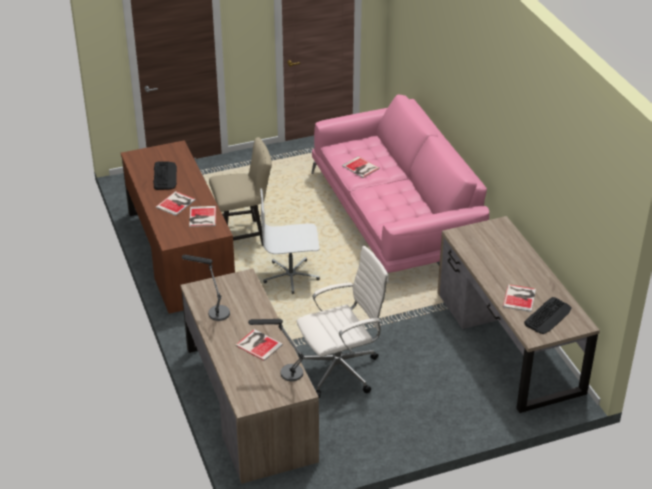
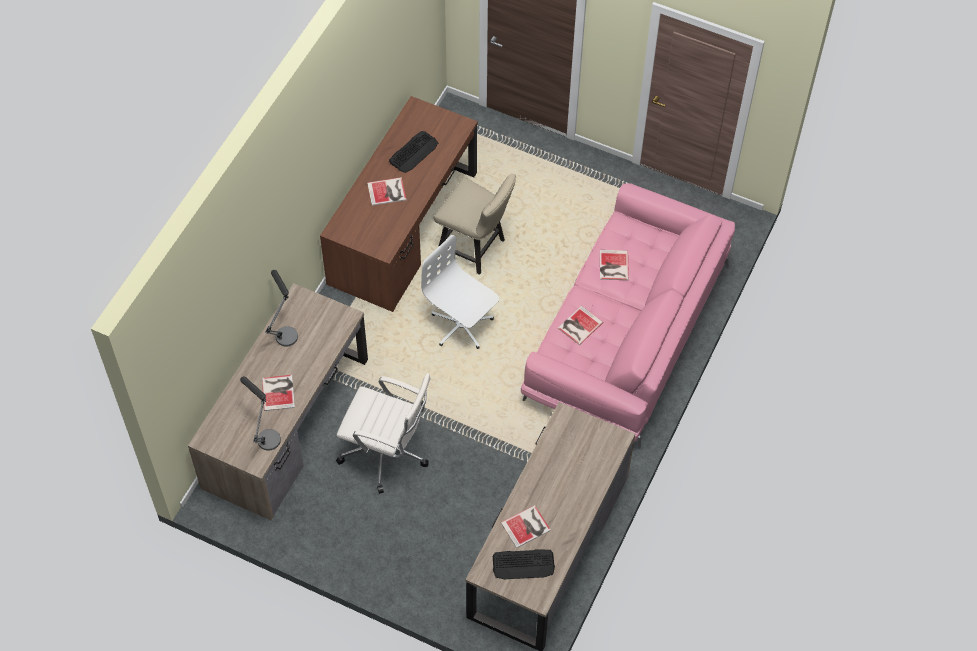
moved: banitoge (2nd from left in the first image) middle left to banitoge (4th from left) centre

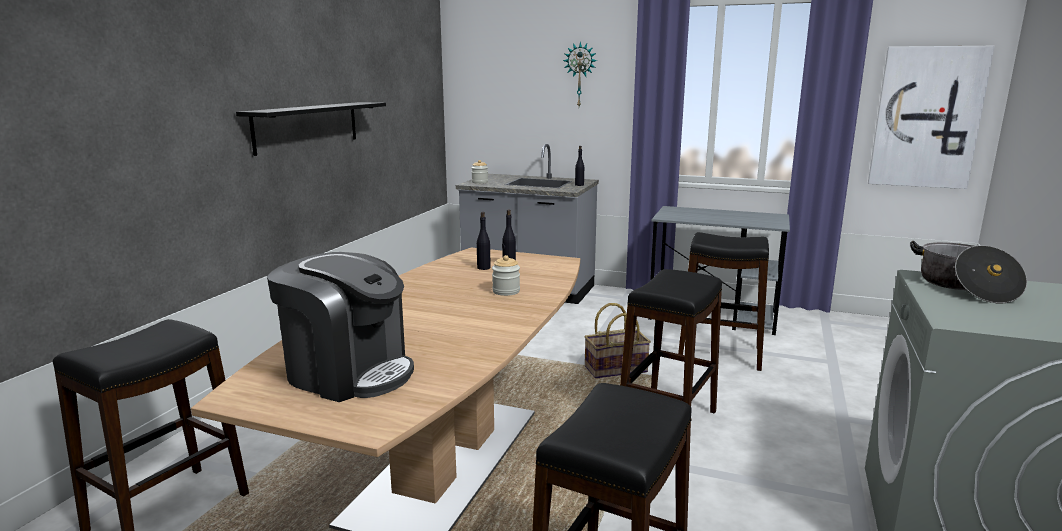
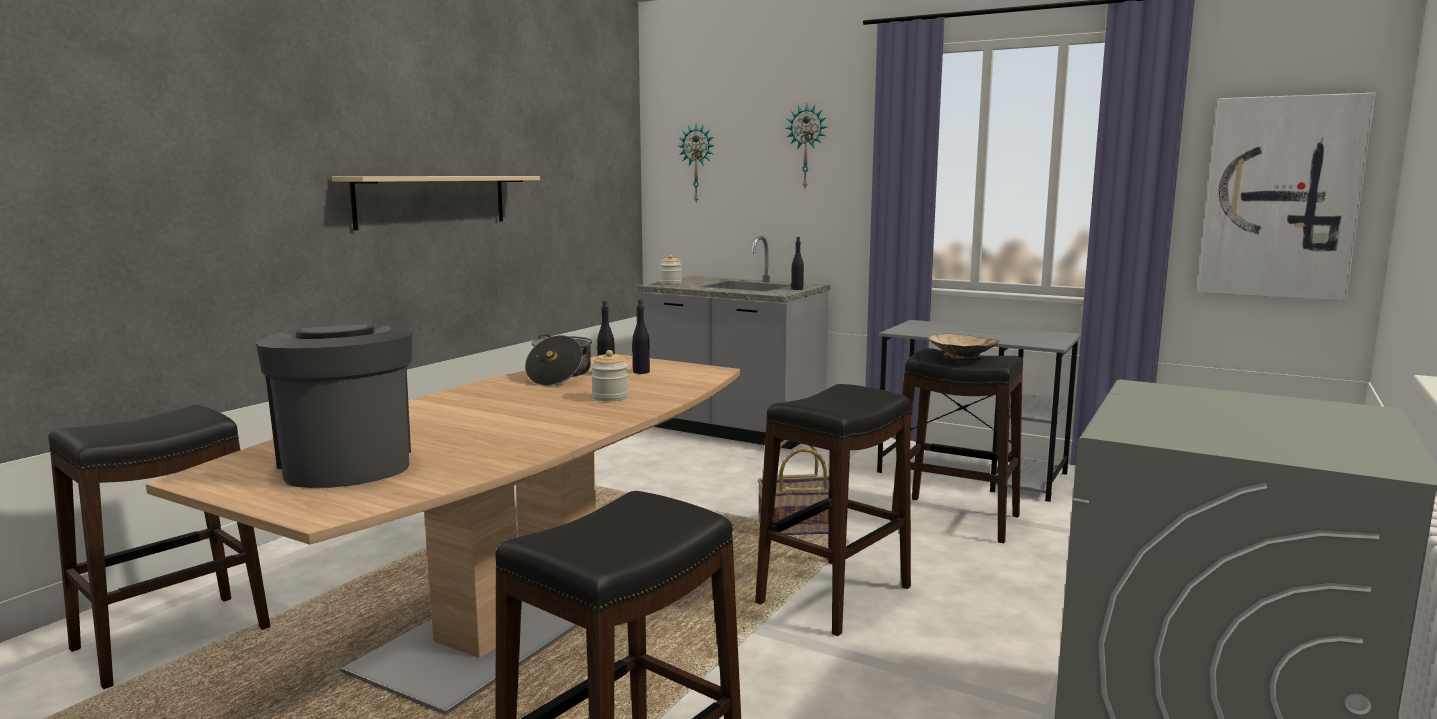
added: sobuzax (1st from left) top centre; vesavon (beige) middle right
moved: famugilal middle right to centre
recoloured: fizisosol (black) top left to fizisosol (beige) top left
turned: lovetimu middle left = middle left 150 degrees counterclockwise

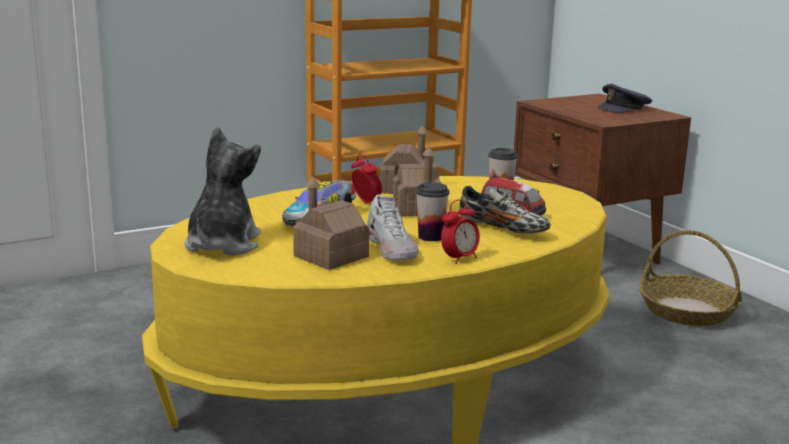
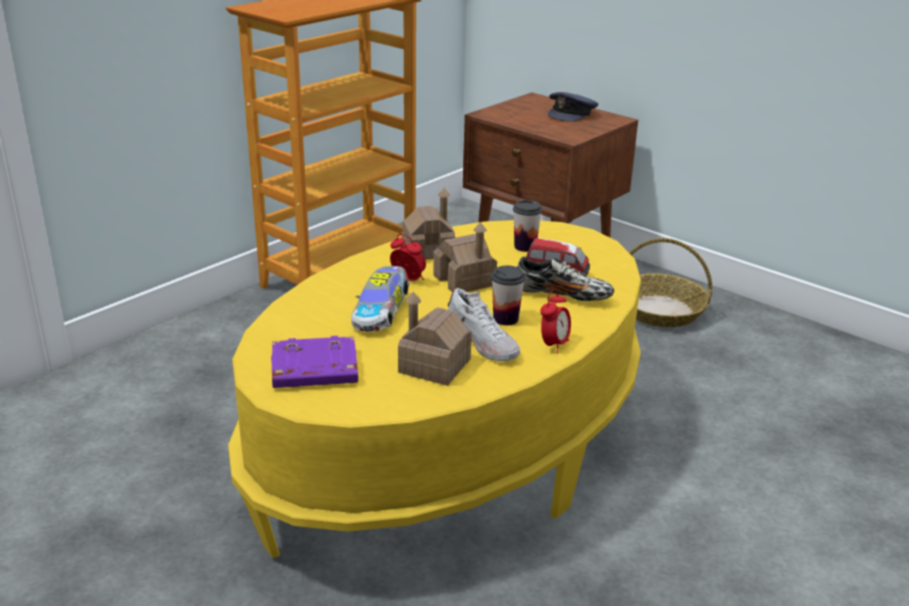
replaced: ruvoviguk middle left to banitoge (purple) centre

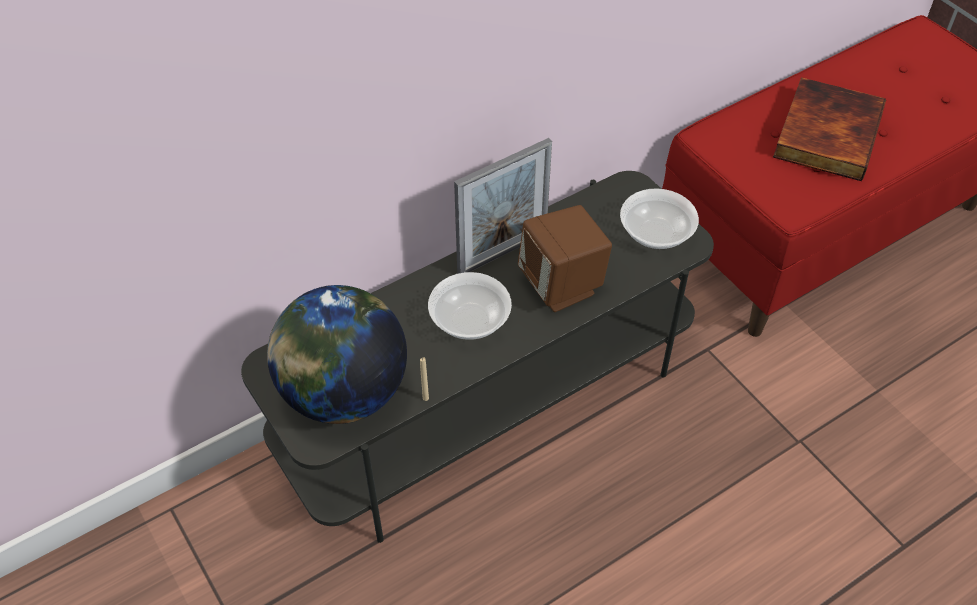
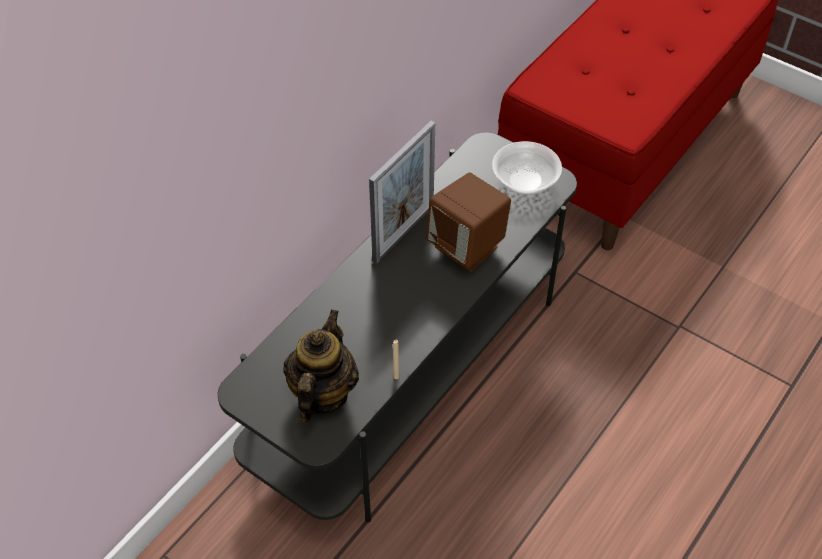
removed: vesavon (1st from left) centre; banitoge top right
replaced: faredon centre to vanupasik centre

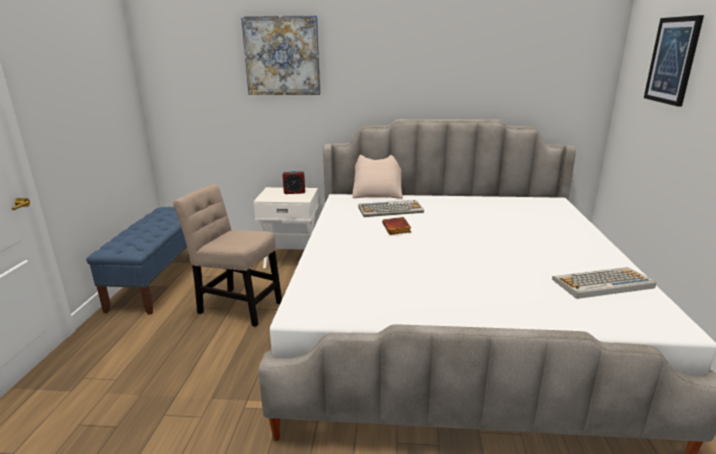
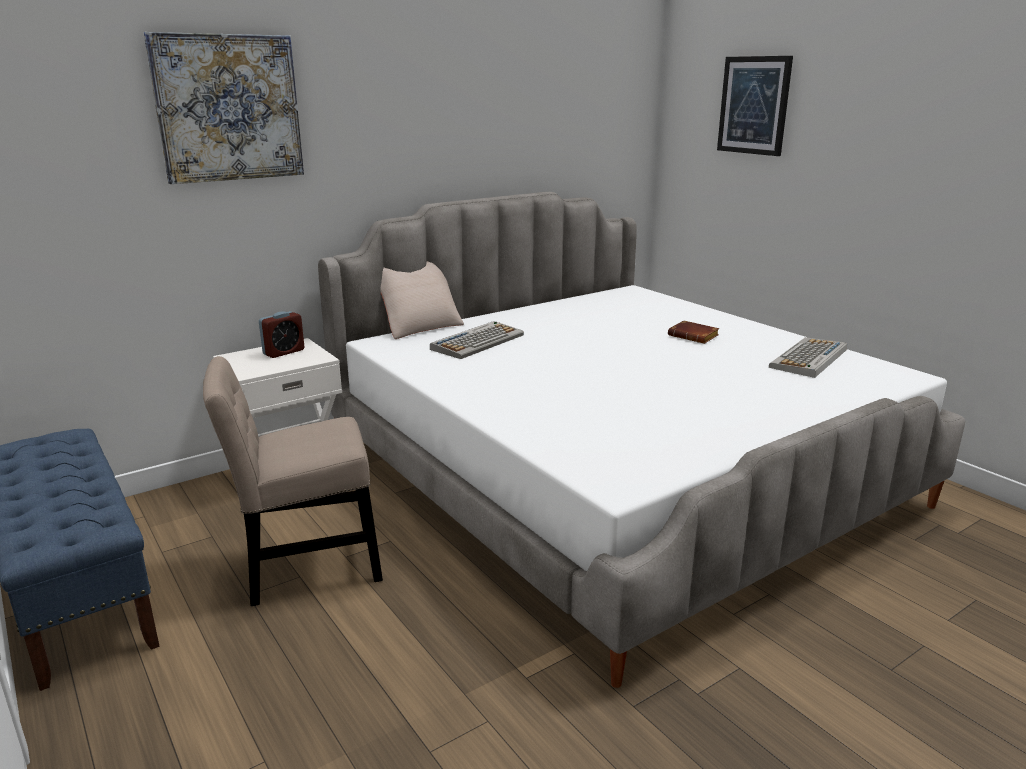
moved: banitoge (brown) centre to middle right

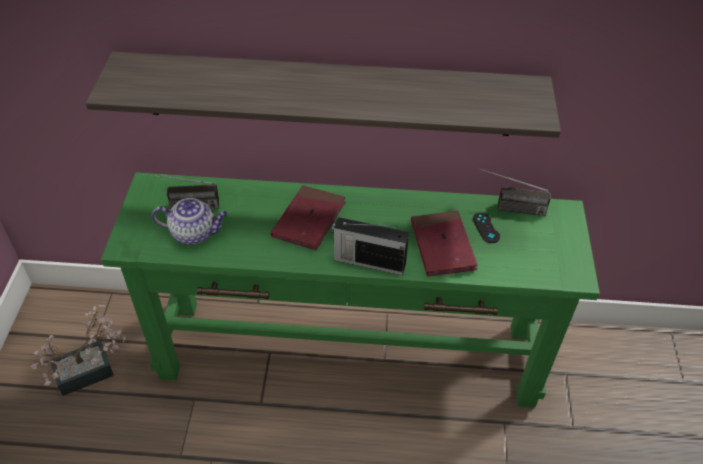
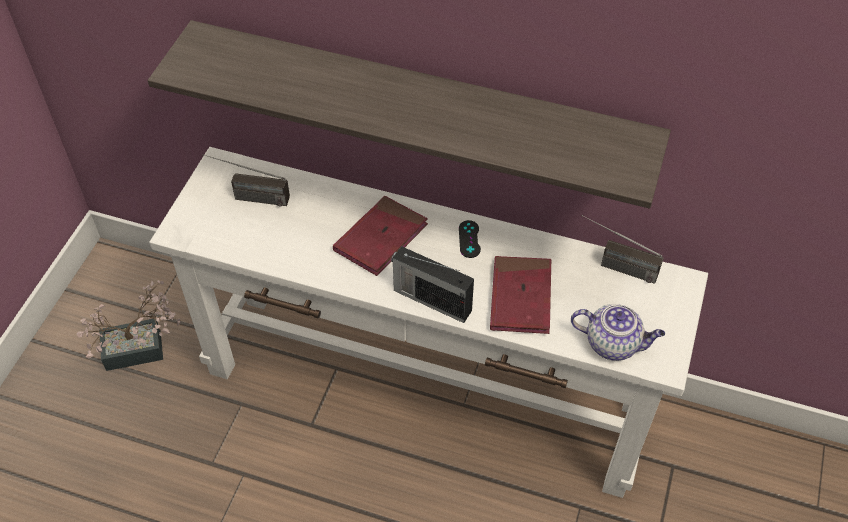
moved: vanupasik middle left to middle right; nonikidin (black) middle right to centre
recoloured: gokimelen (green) centre to gokimelen (white) centre

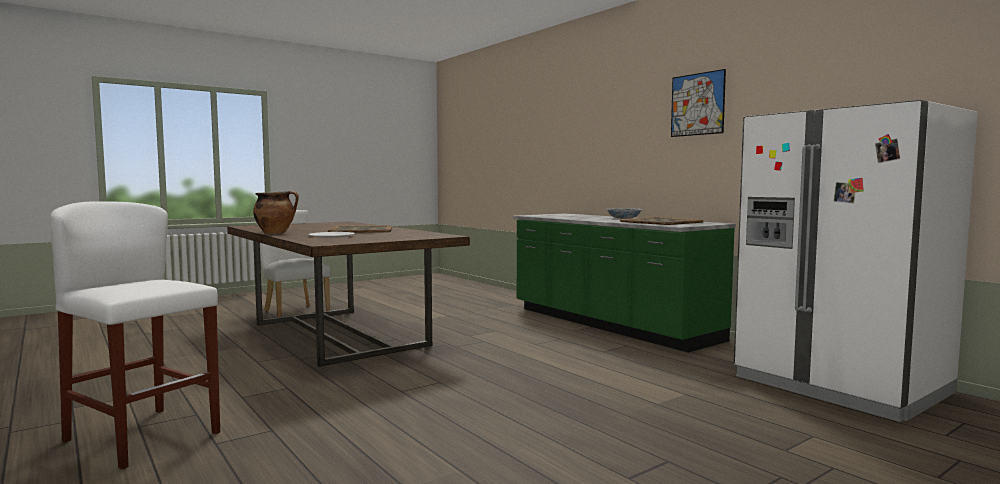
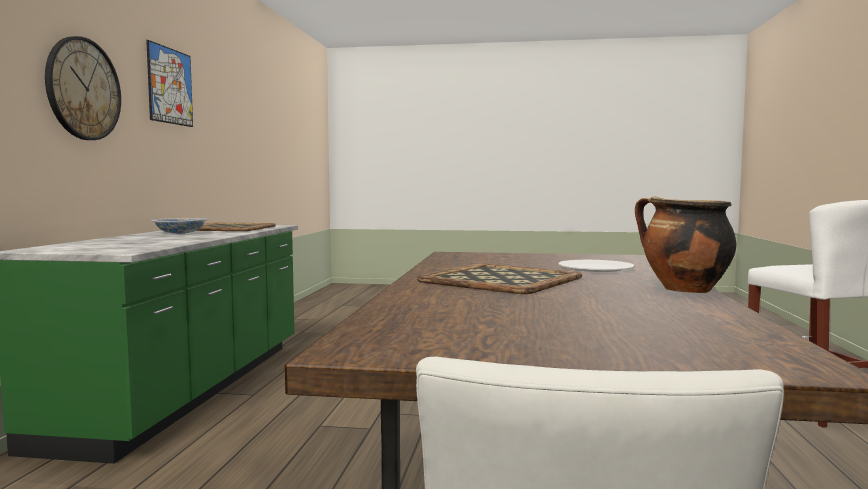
removed: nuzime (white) middle right
added: sobuzax top left

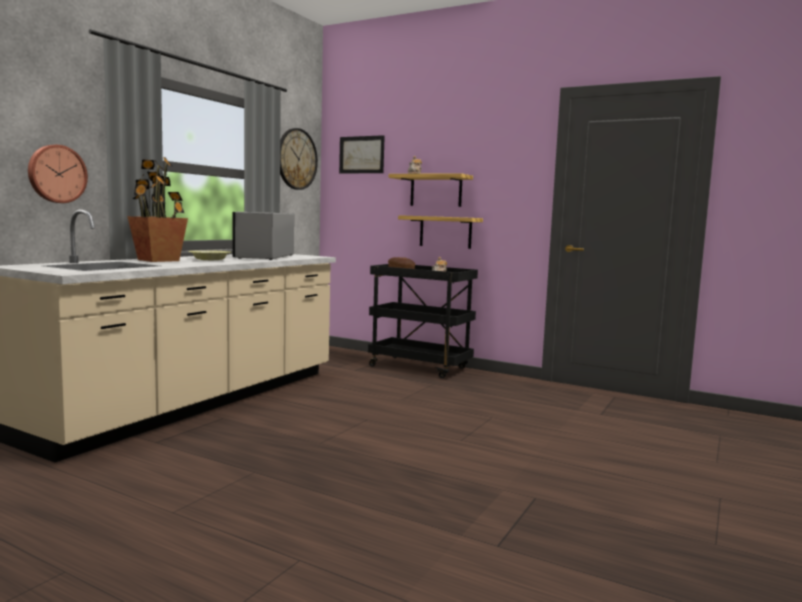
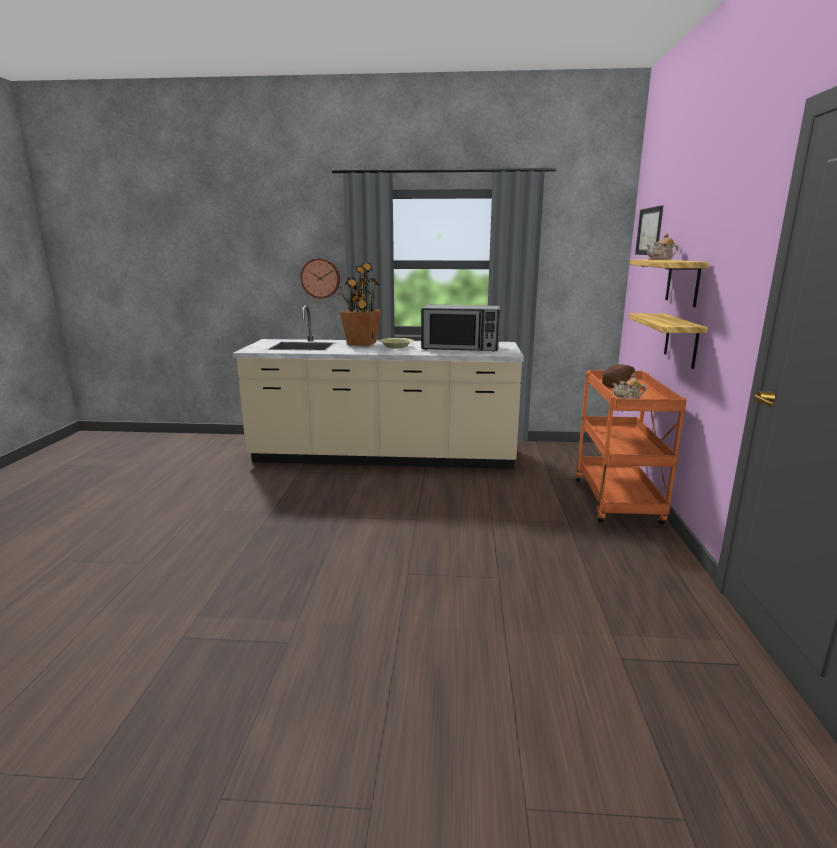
removed: sobuzax (2nd from left) top centre
recoloured: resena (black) centre to resena (orange) middle right
turned: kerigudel middle left = centre 150 degrees counterclockwise

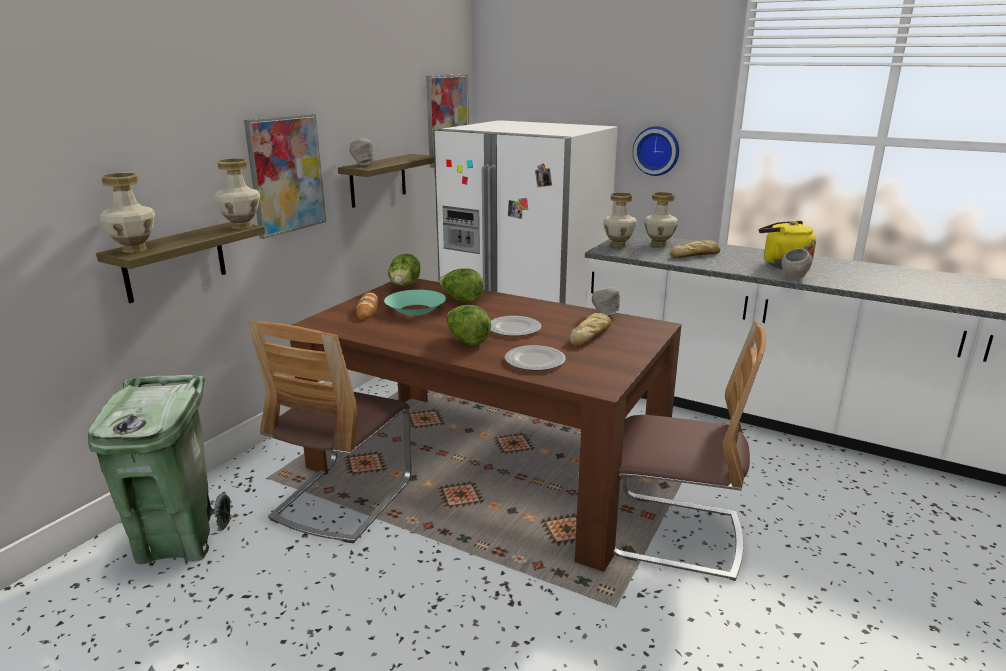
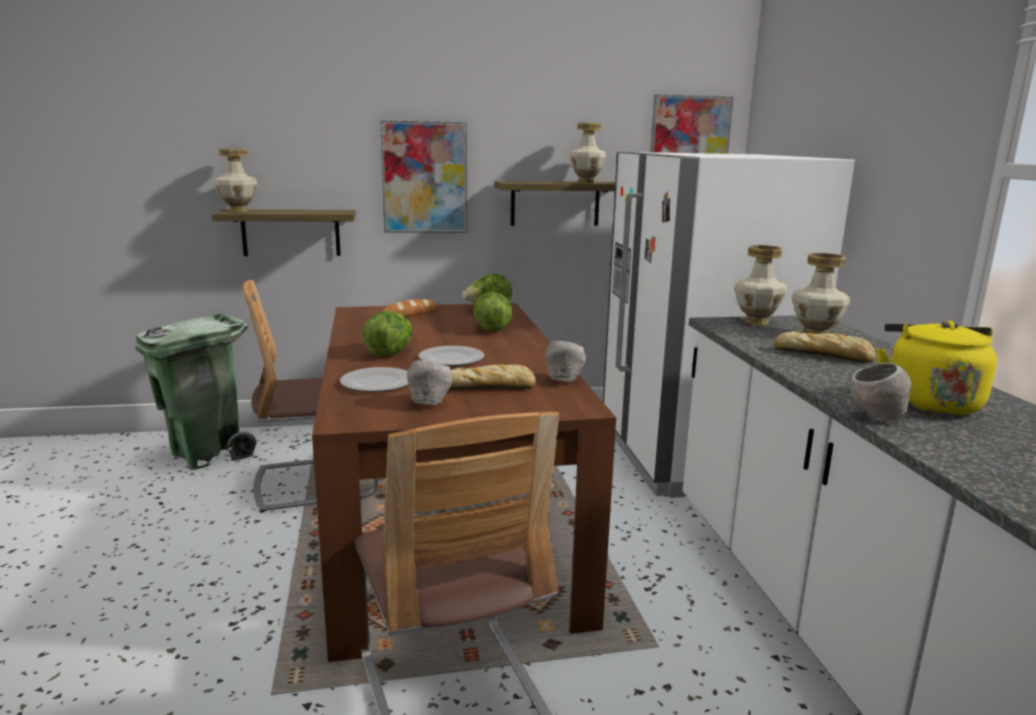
removed: vesavon (turquoise) centre; sobuzax top centre
moved: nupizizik (2nd from left) top left to top centre; vesavon (grey) (1st from left) top centre to centre

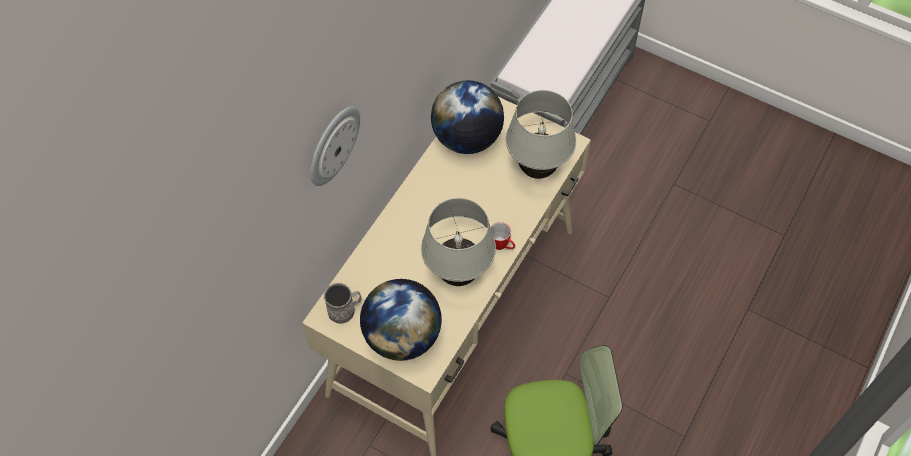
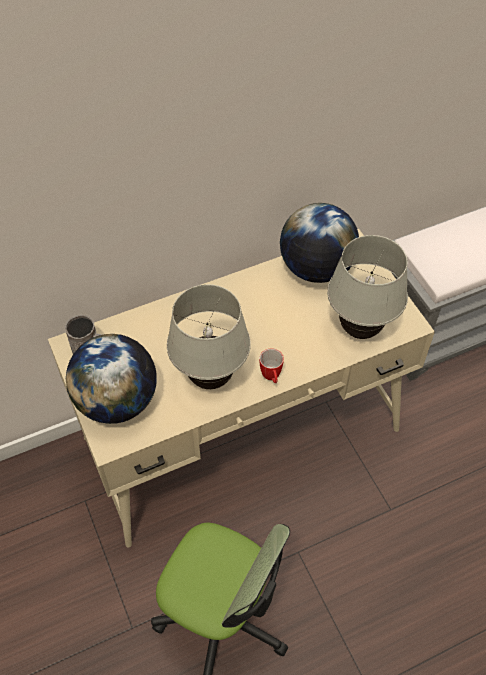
removed: sobuzax top centre

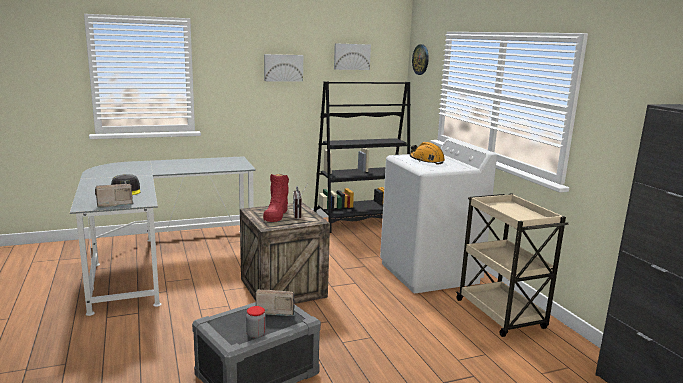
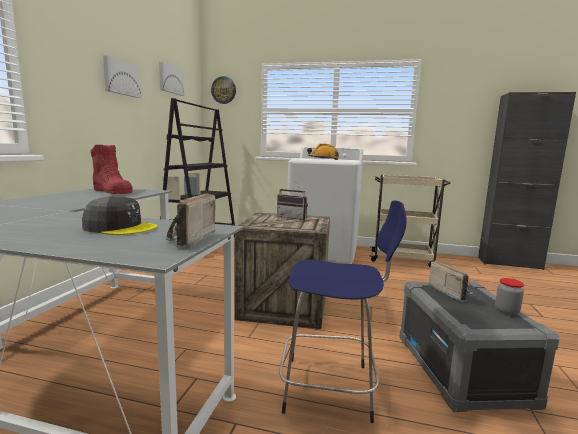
added: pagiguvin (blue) bottom centre
moved: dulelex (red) centre to middle left
turned: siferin (2nd from left in the first image) bottom centre = middle right 120 degrees clockwise

